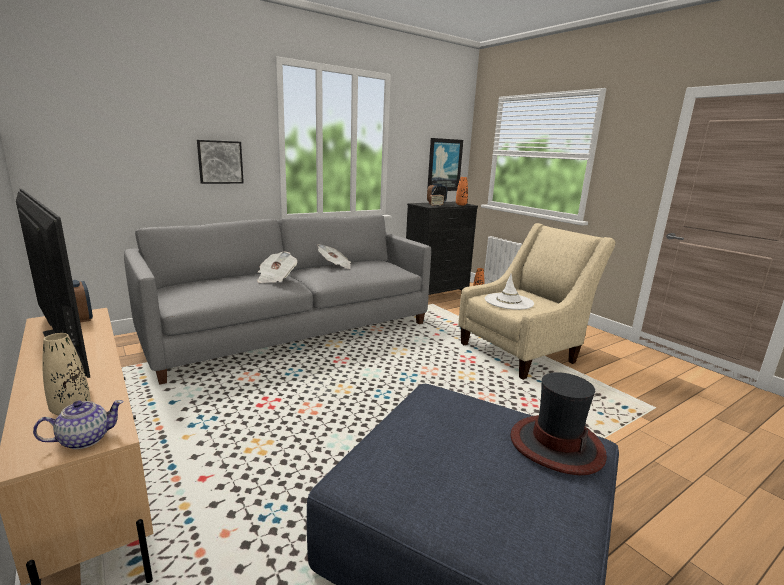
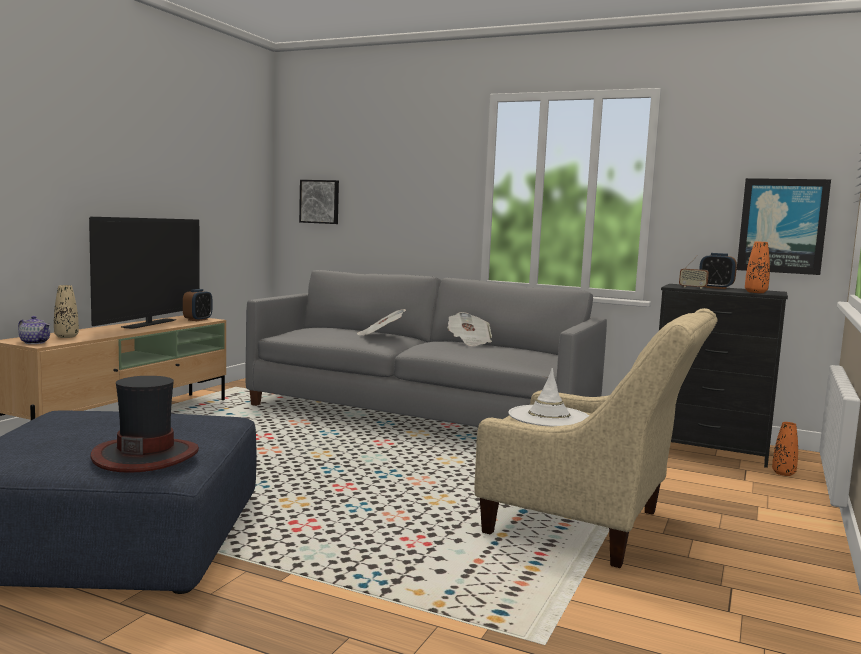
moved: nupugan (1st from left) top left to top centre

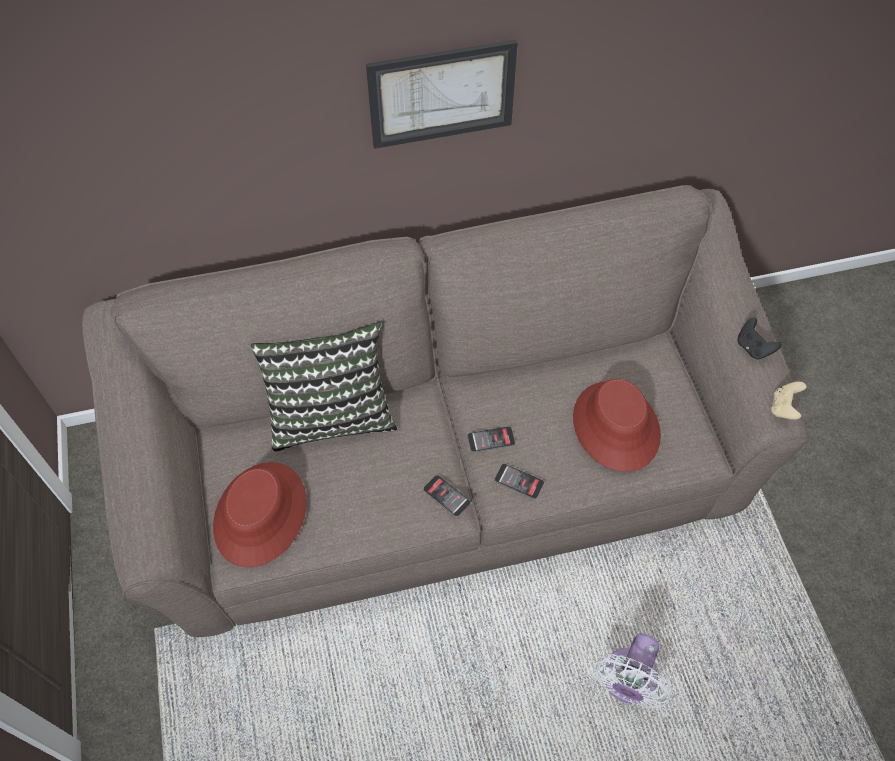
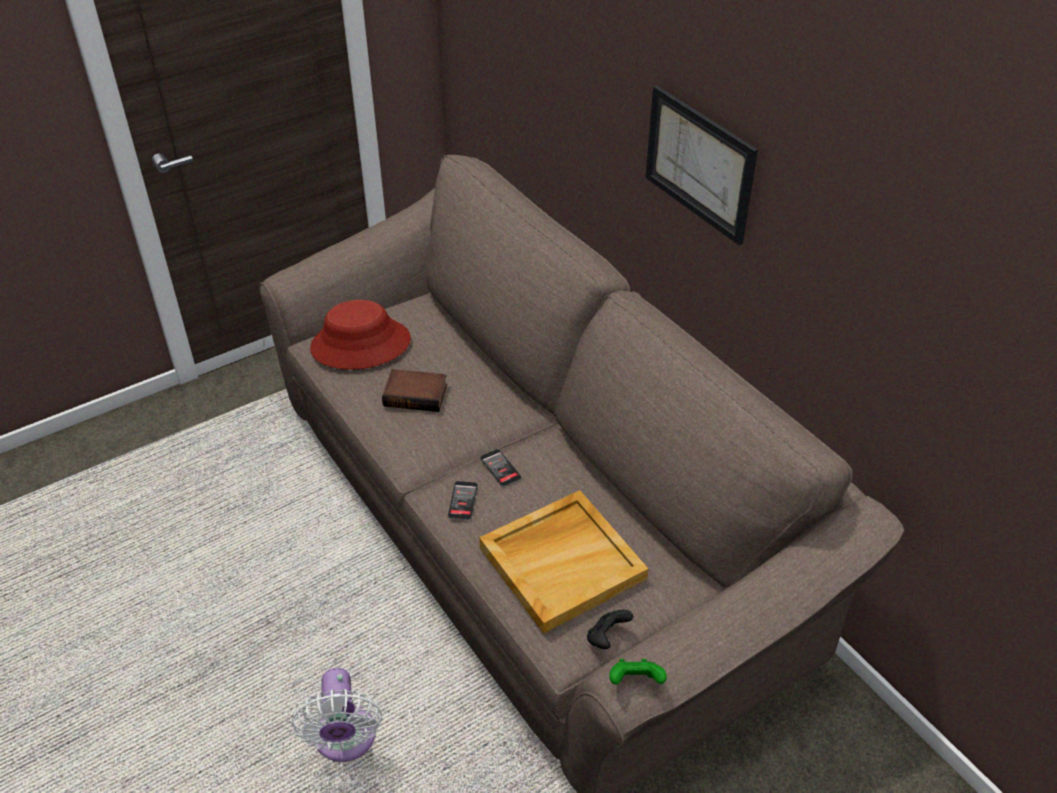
removed: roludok centre; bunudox (1st from left) centre
added: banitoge centre
moved: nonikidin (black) middle right to bottom centre
replaced: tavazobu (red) (2nd from left) middle right to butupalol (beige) bottom centre
recoloured: nonikidin (beige) middle right to nonikidin (green) bottom centre
turned: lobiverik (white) bottom right = bottom left 105 degrees counterclockwise

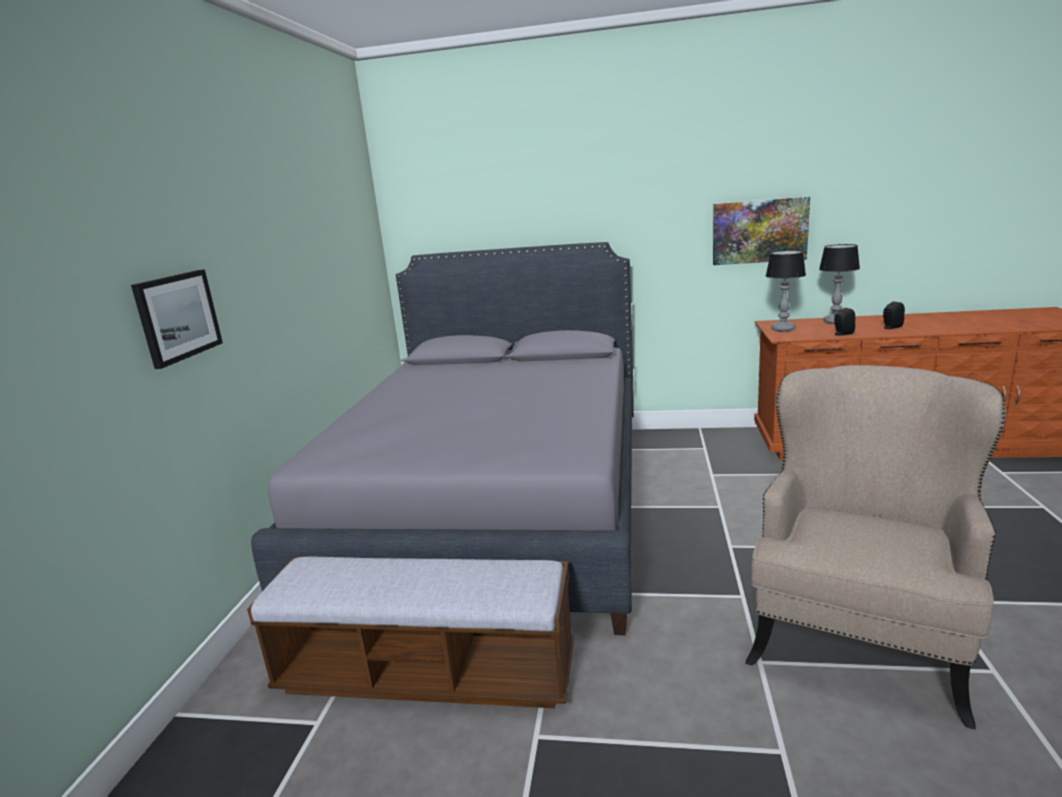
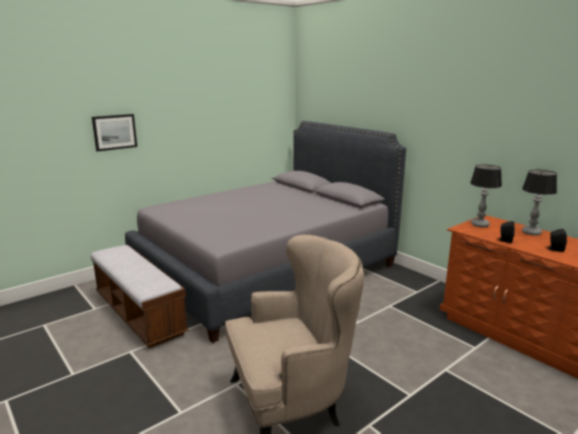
removed: nupugan (2nd from left) top right

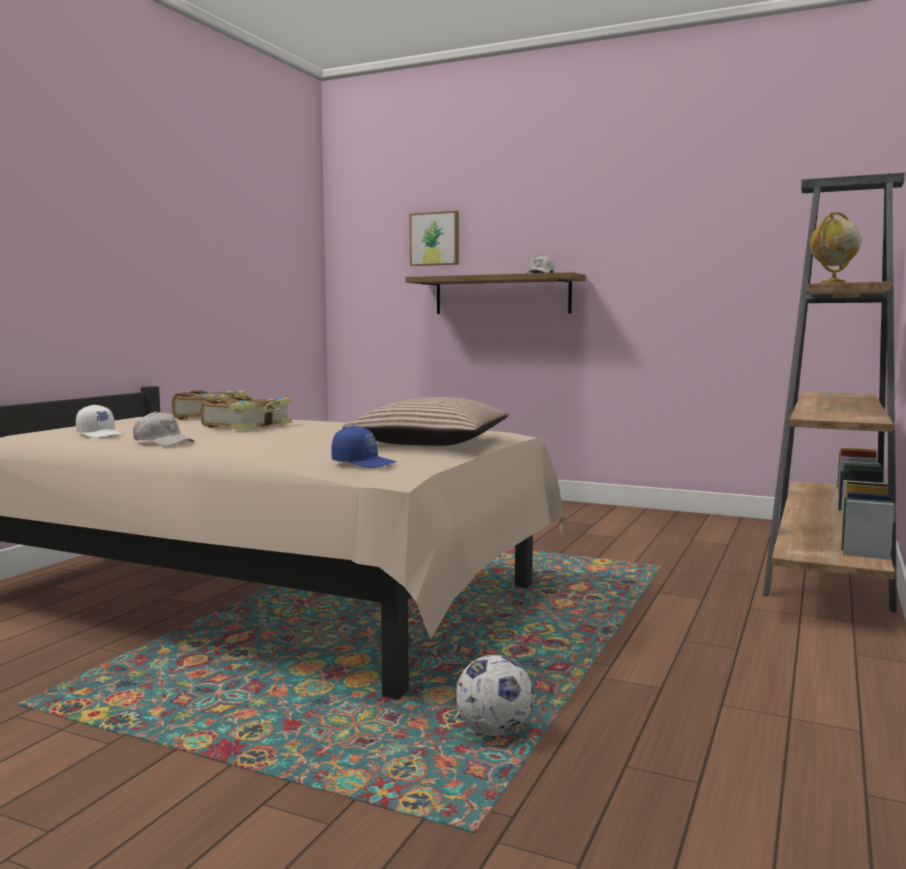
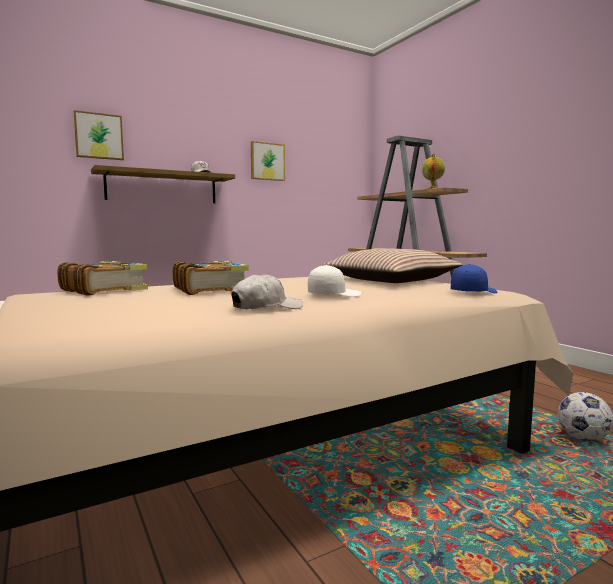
added: nupugan (2nd from left) top centre
moved: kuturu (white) (1st from left in the first image) middle left to kuturu (white) (3rd from left) centre

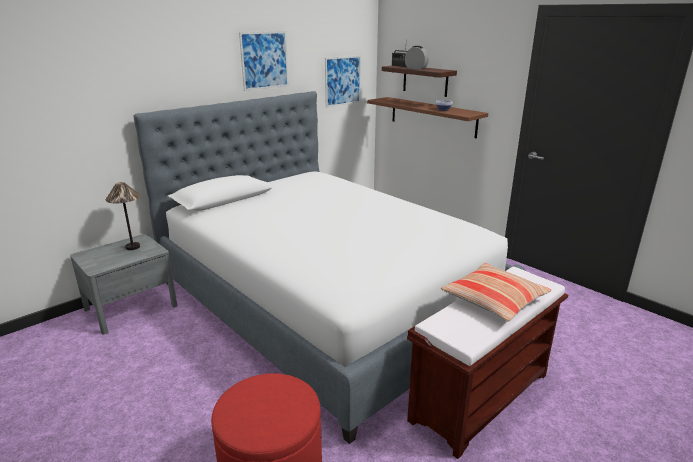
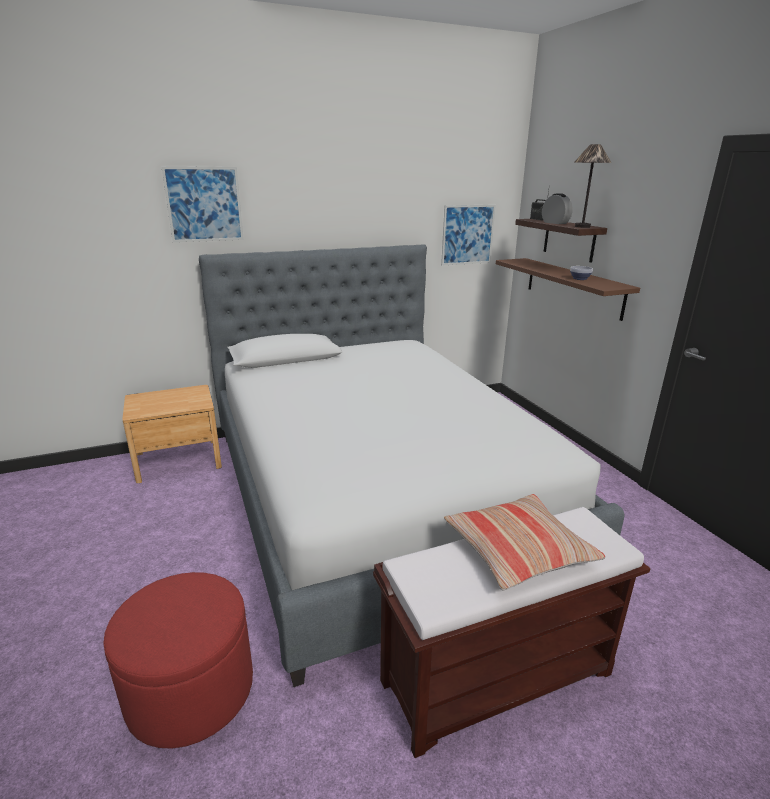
moved: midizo middle left to top right; nupugan (1st from left) top centre to top left
recoloured: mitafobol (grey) middle left to mitafobol (brown) middle left

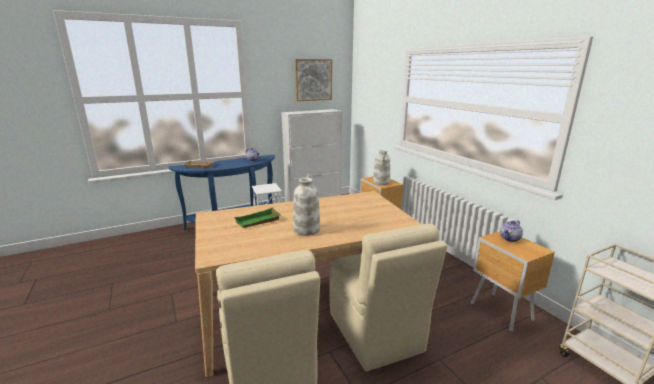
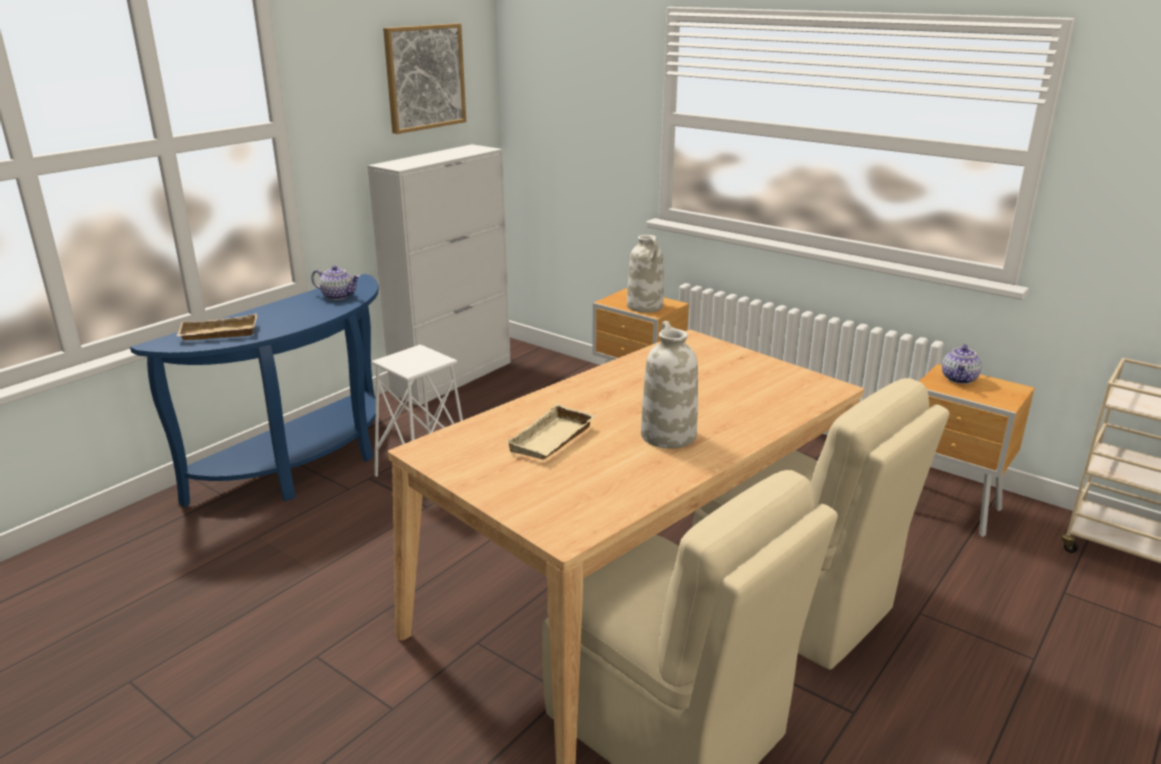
recoloured: butupalol (green) centre to butupalol (beige) (2nd from left) centre

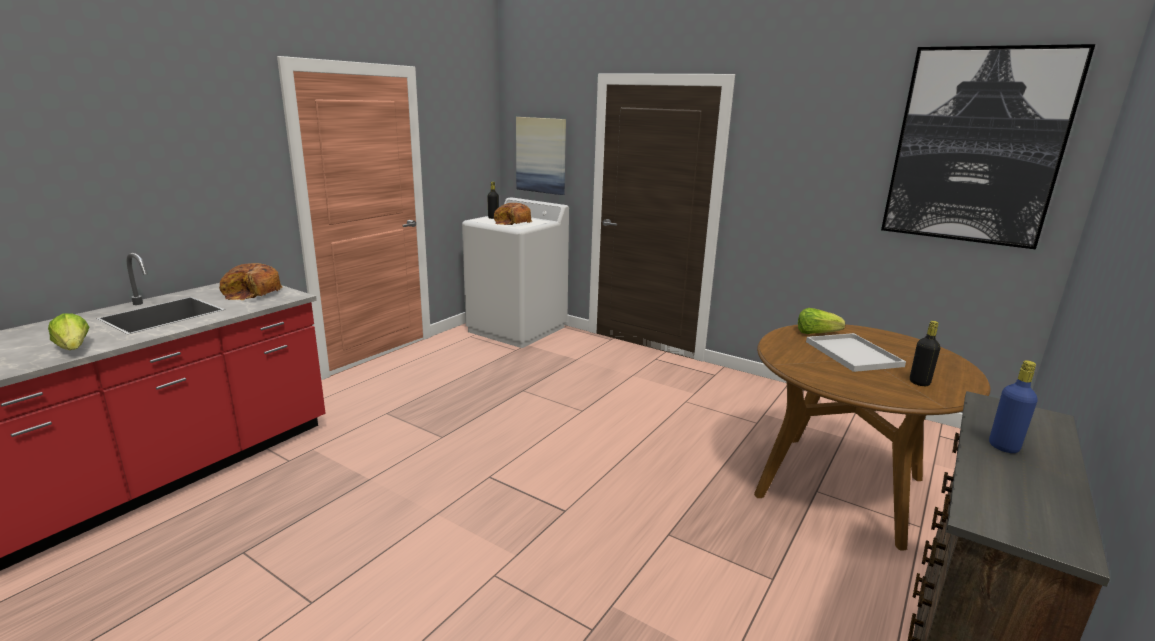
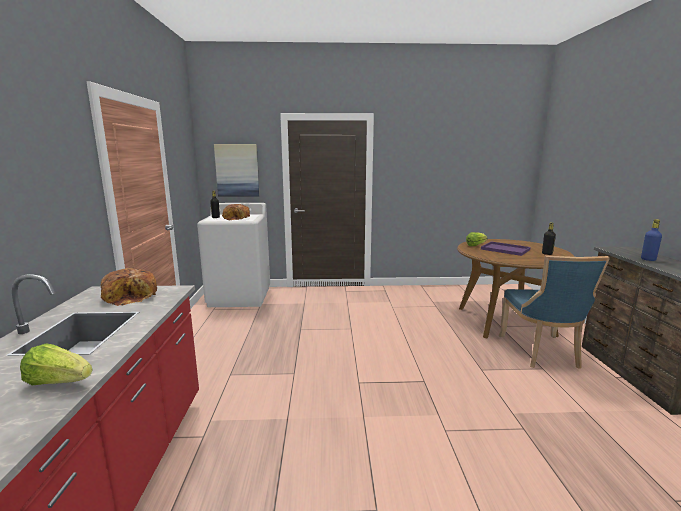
removed: nupugan (2nd from left) top right
added: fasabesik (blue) middle right
recoloured: butupalol (white) middle right to butupalol (purple) middle right

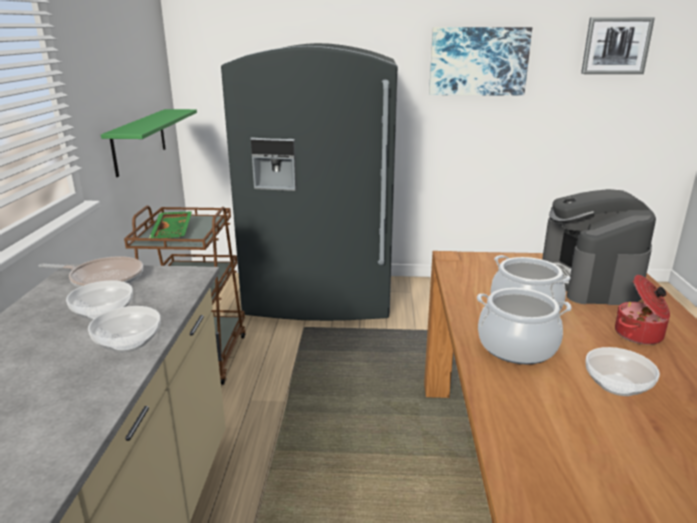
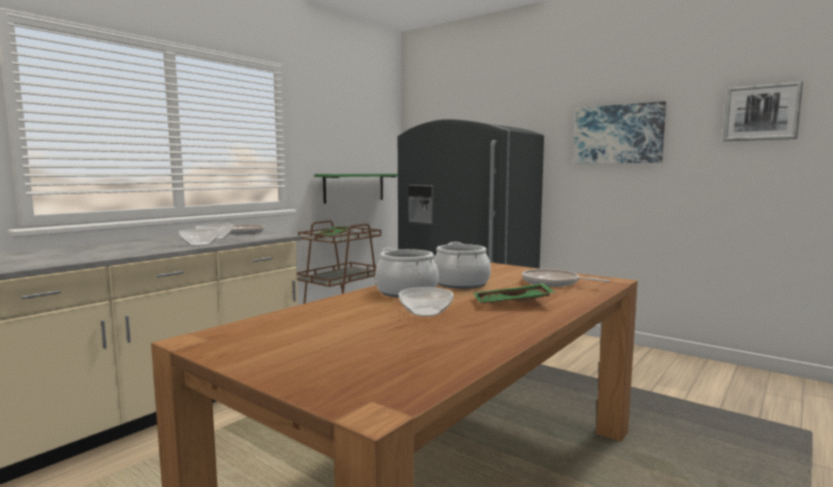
replaced: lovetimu middle right to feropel (2nd from left) middle right; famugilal (3rd from left) middle right to butupalol (green) (2nd from left) centre

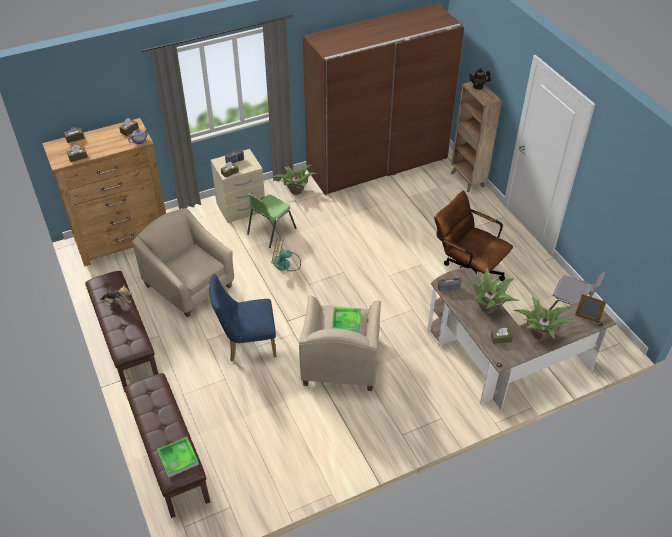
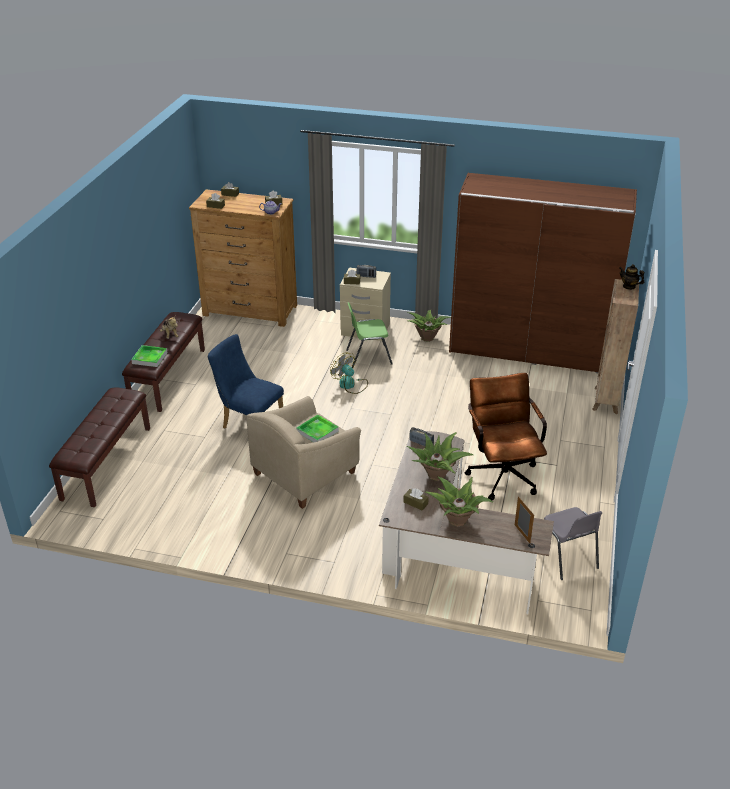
removed: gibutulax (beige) (1st from left) middle left
moved: butupalol (1st from left) bottom left to middle left

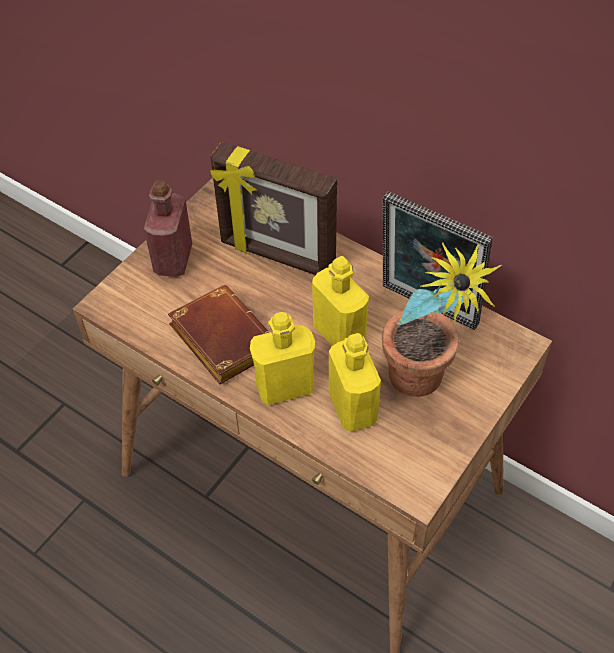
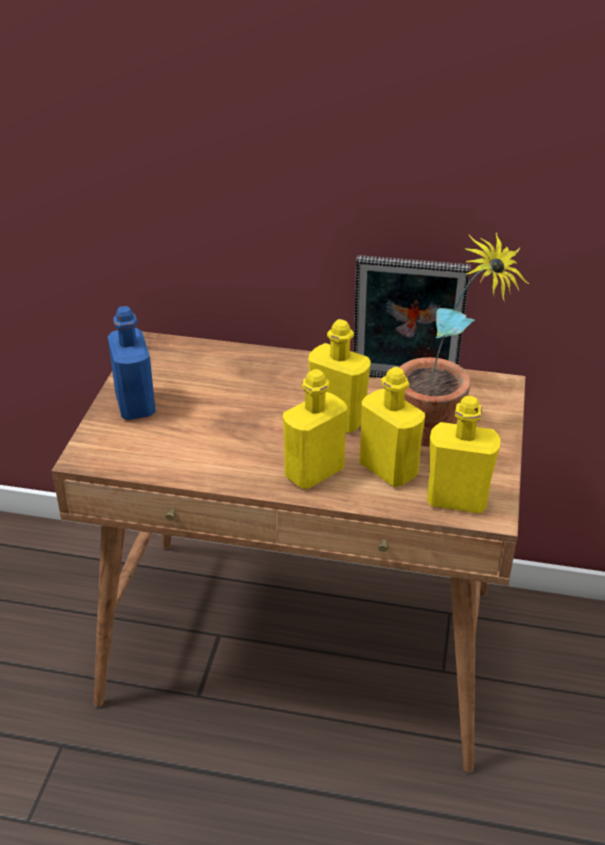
removed: banitoge (brown) centre; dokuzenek (1st from left) top centre
added: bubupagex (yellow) (4th from left) middle right
recoloured: bubupagex (red) middle left to bubupagex (blue) middle left

